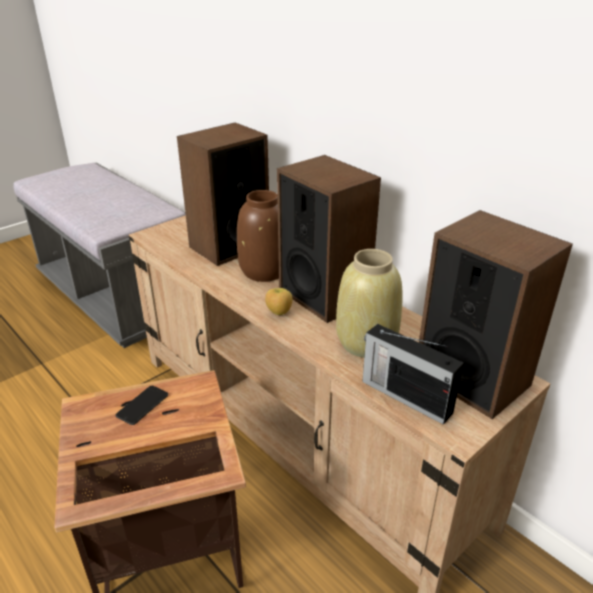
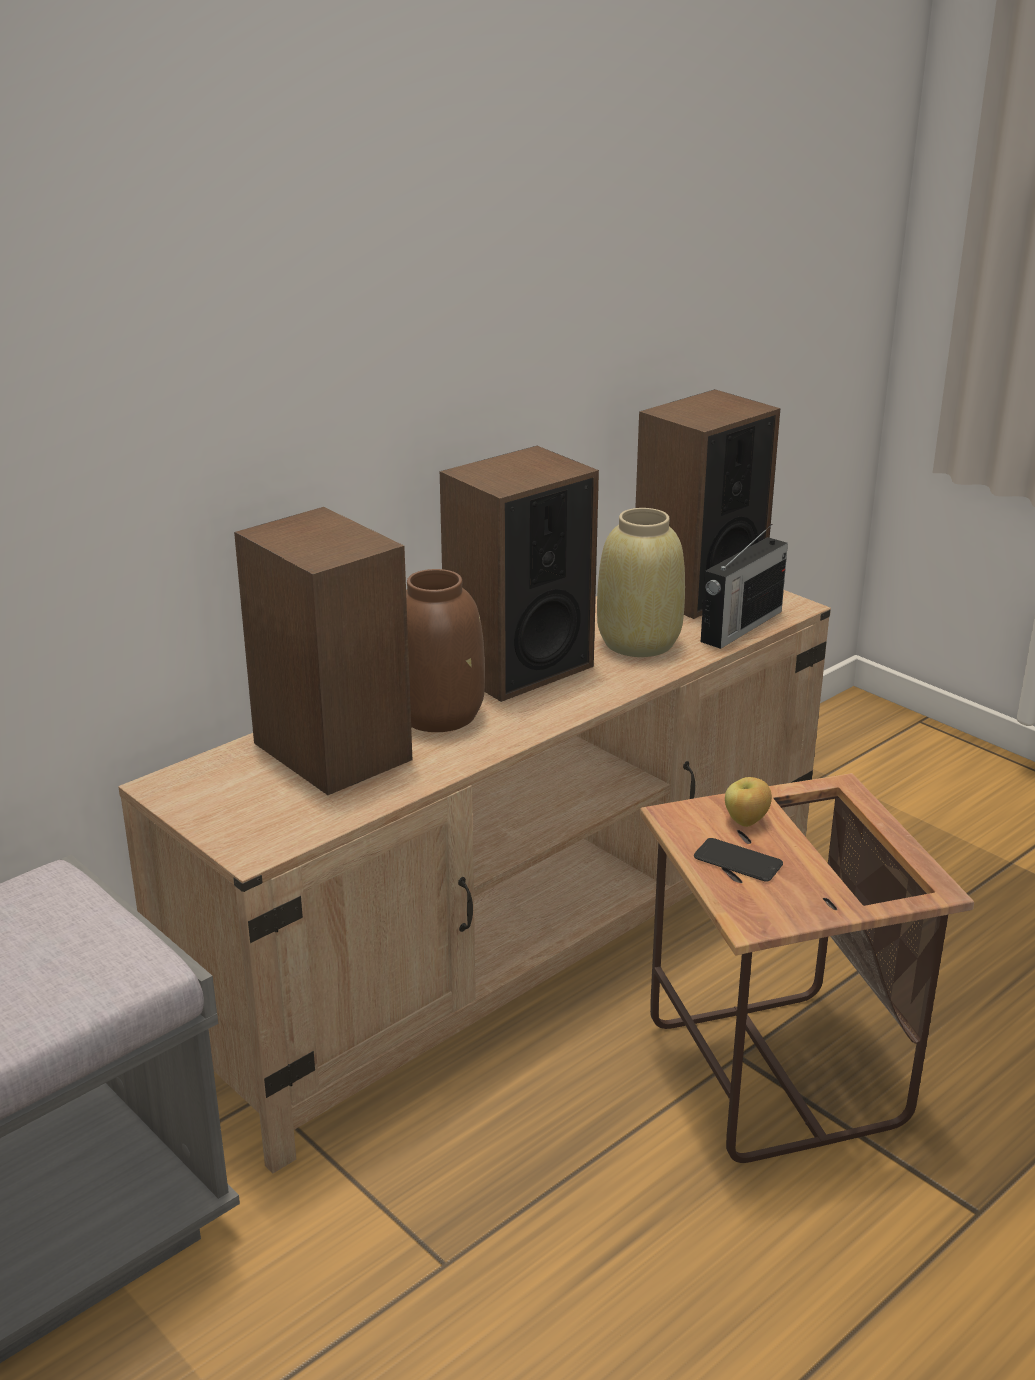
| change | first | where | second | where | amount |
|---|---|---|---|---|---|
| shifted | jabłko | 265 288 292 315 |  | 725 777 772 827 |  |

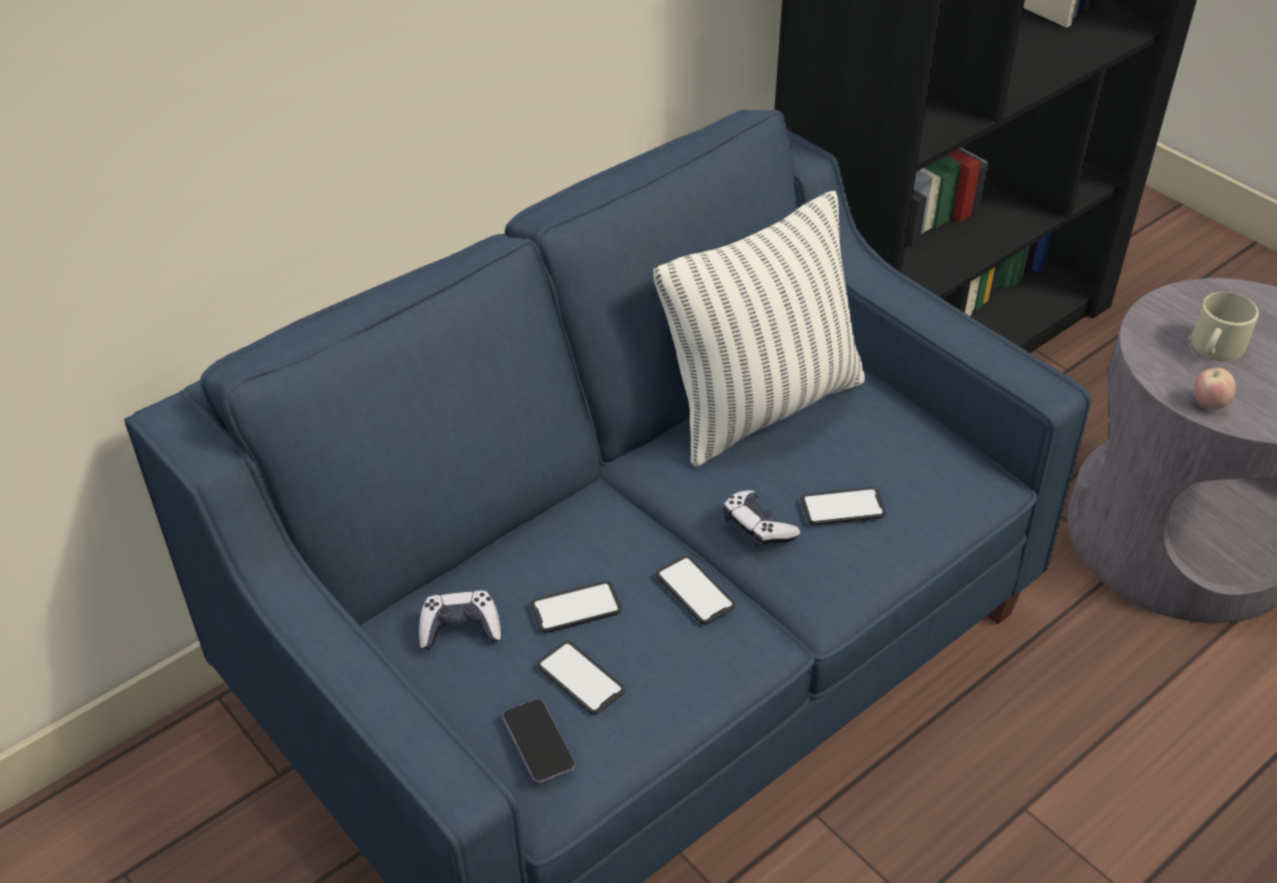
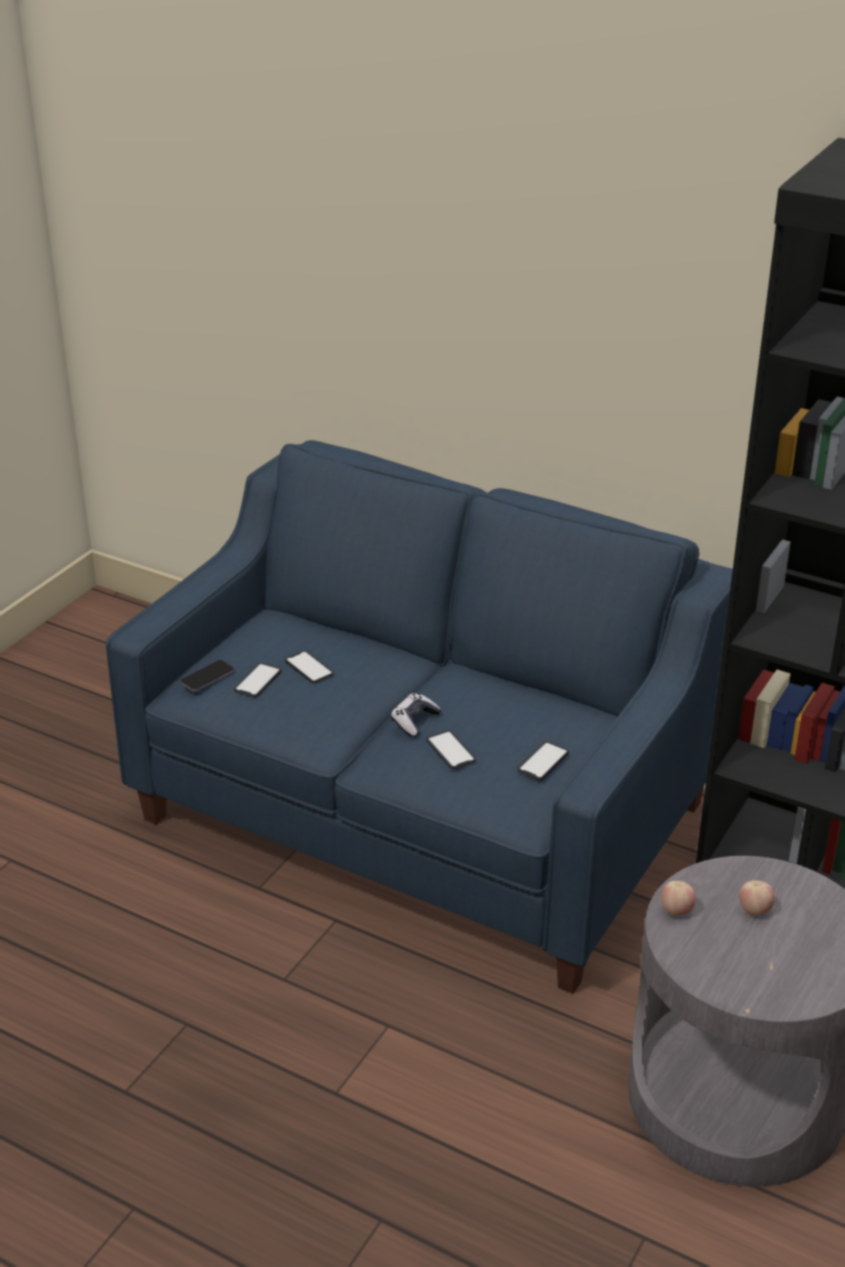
| change | first | where | second | where | amount |
|---|---|---|---|---|---|
| gone | poduszka | 653 191 866 467 |  |  |  |
| swapped | kubek/beżowy | 1191 292 1259 362 | jabłko | 739 880 775 915 |  |
| shifted | telefon | 656 556 736 624 |  | 518 741 569 780 |  |
| gone | pad do gier | 419 591 501 650 |  |  |  |

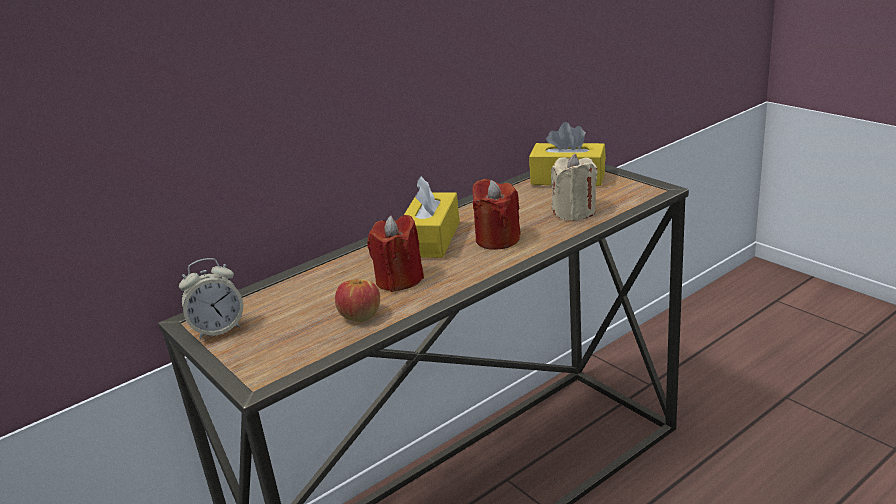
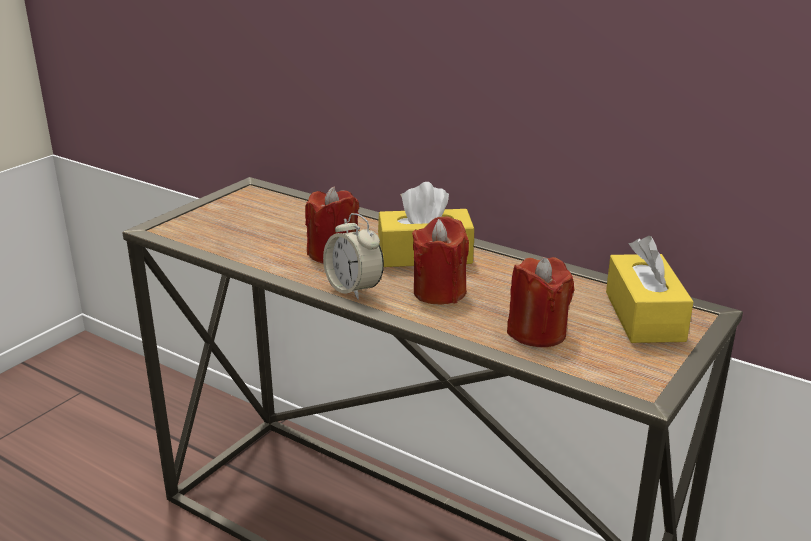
| change | first | where | second | where | amount |
|---|---|---|---|---|---|
| repainted | świeca/beżowy | 551 154 598 221 | świeca/czerwony | 507 257 574 347 |  |
| shifted | budzik | 179 258 243 339 |  | 323 213 384 300 |  |
| gone | jabłko | 335 279 380 322 |  |  |  |

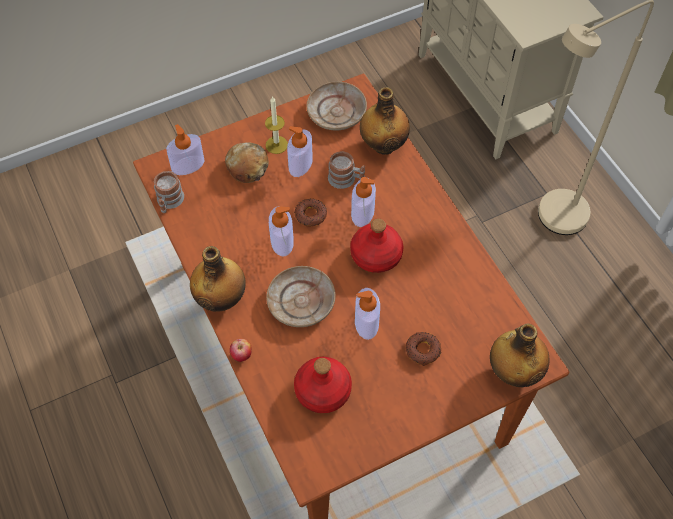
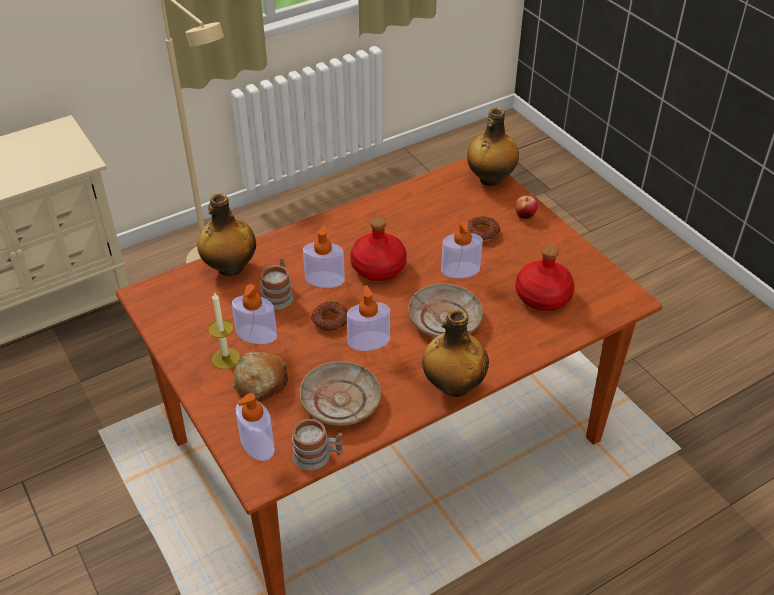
| change | first | where | second | where | amount |
|---|---|---|---|---|---|
| shifted | talerz/beżowy | 307 82 367 130 |  | 300 361 381 426 |  |
| shifted | jabłko | 230 339 251 362 |  | 515 196 538 219 |  |

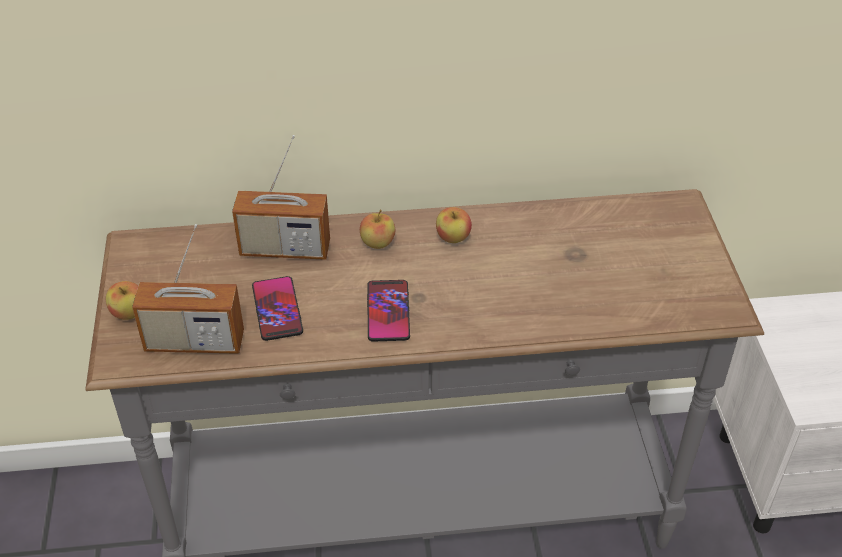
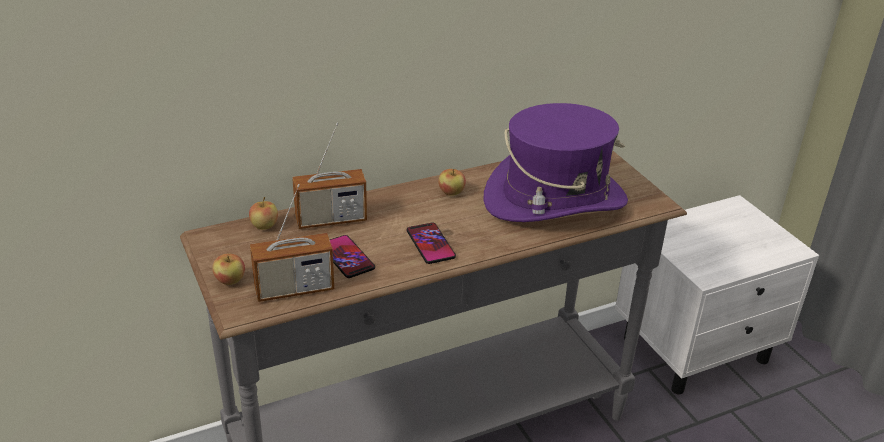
| change | first | where | second | where | amount |
|---|---|---|---|---|---|
| shifted | jabłko | 360 210 395 249 |  | 249 197 278 230 |  |
| new |  |  | kapelusz/fioletowy | 483 103 628 222 |  |

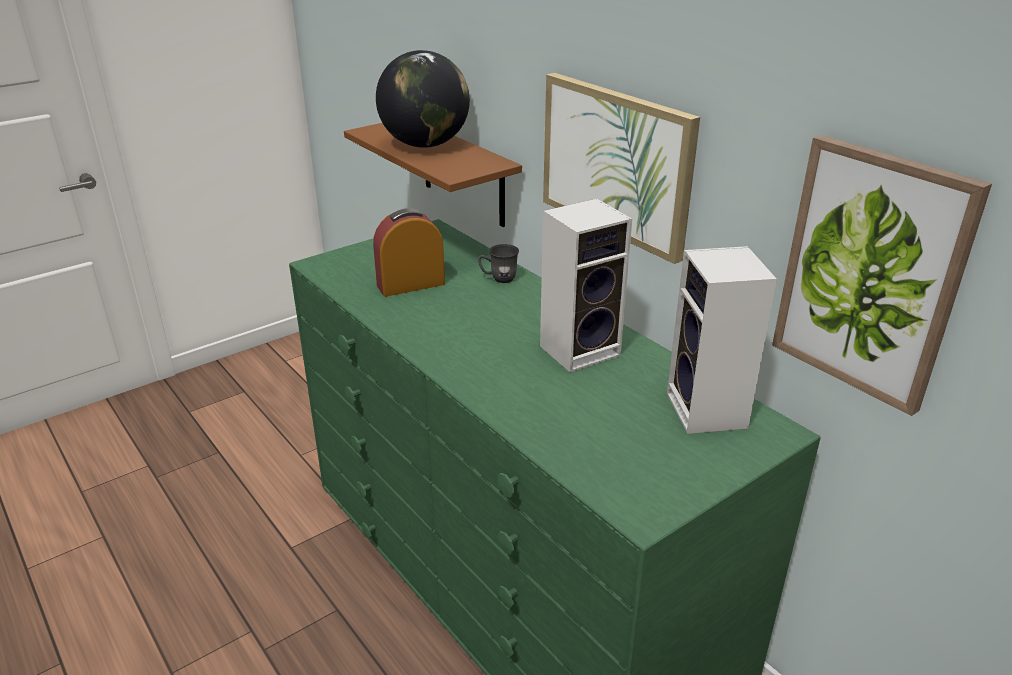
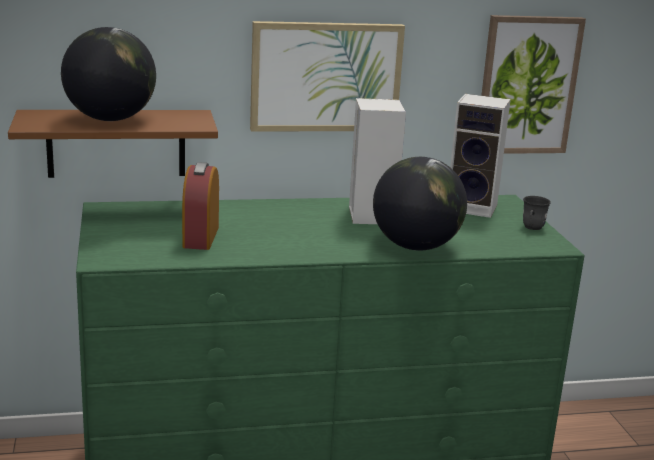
| change | first | where | second | where | amount |
|---|---|---|---|---|---|
| shifted | kubek/szary | 478 244 519 283 |  | 523 196 551 230 |  |
| new |  |  | globus | 373 157 467 250 |  |

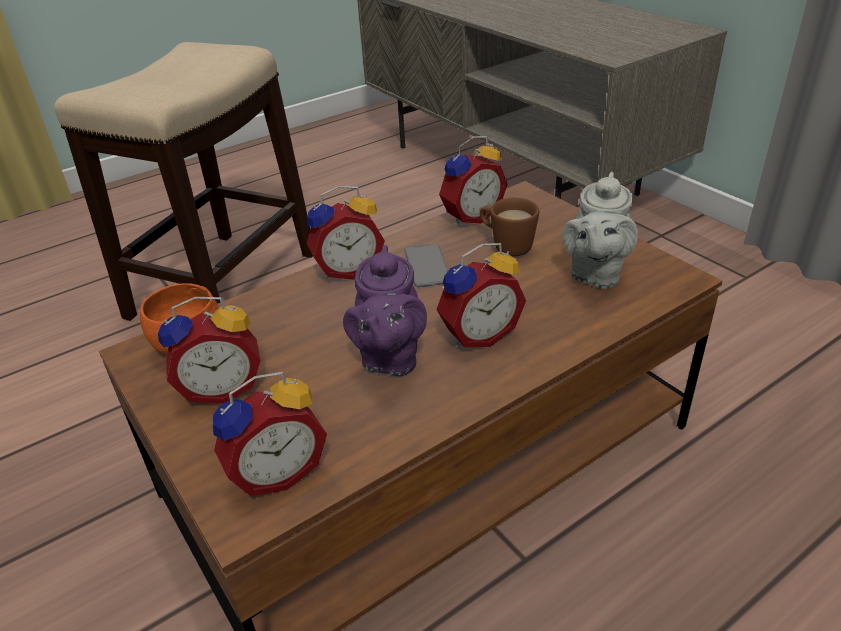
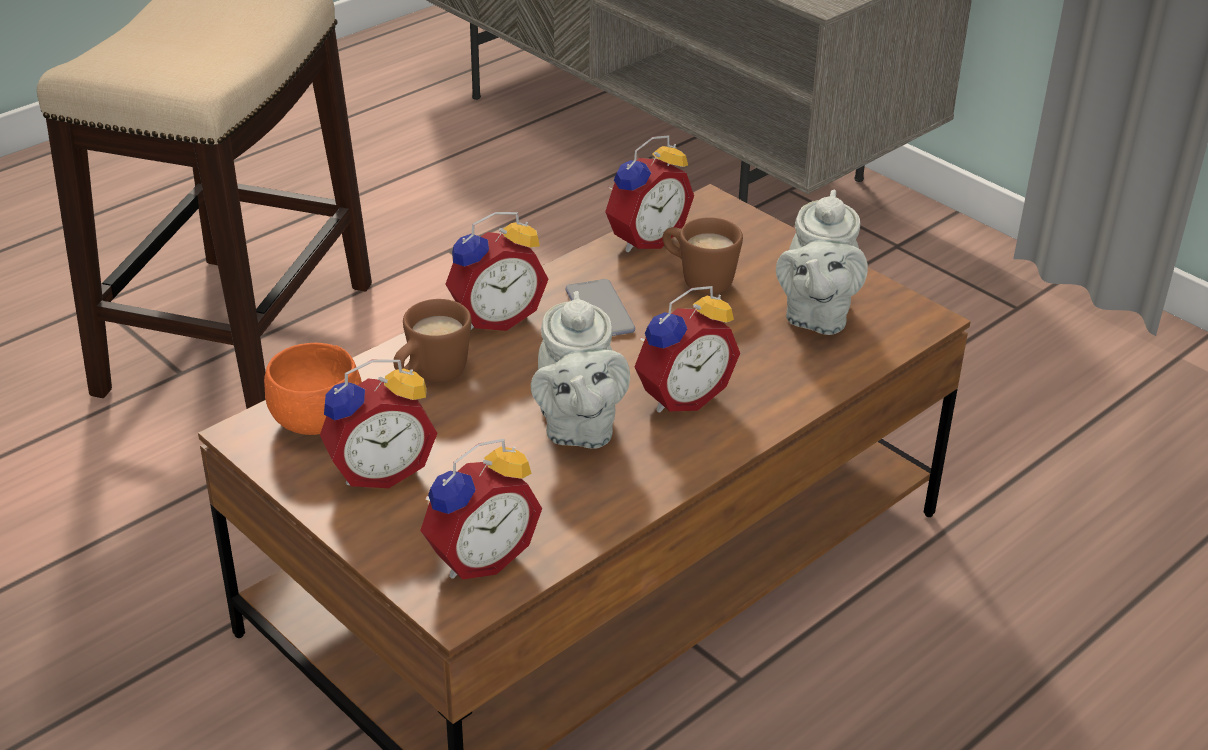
| change | first | where | second | where | amount |
|---|---|---|---|---|---|
| repainted | imbryk/fioletowy | 343 245 427 376 | imbryk/szary | 531 291 630 449 |  |
| new |  |  | kubek/brązowy | 393 299 471 382 |  |

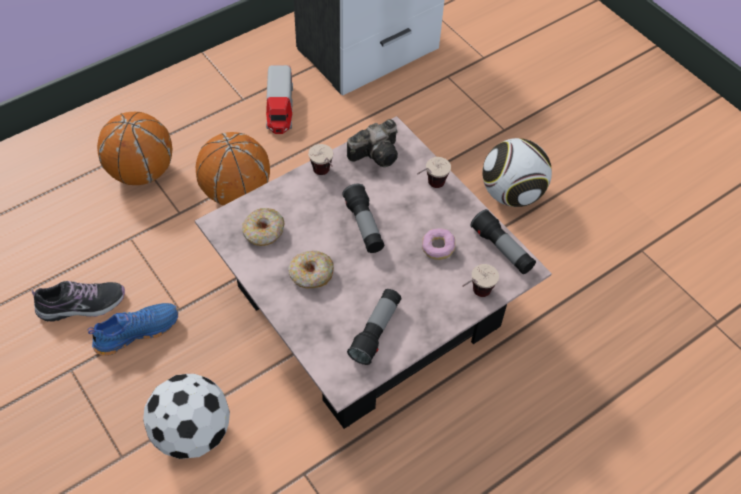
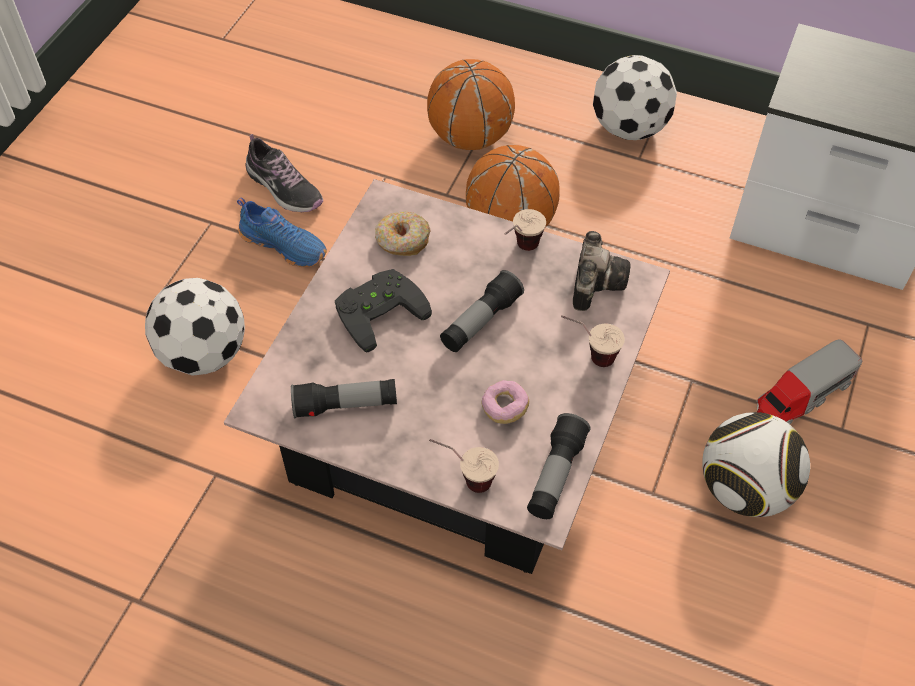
| change | first | where | second | where | amount |
|---|---|---|---|---|---|
| shifted | ciężarówka zabawkowa | 266 65 293 134 |  | 757 339 862 424 |  |
| rotated | aparat fotograficzny | 347 119 398 167 |  | 573 231 631 311 | 105 degrees counterclockwise |
| swapped | donut | 288 251 334 288 | pad do gier/czarny | 335 269 432 352 |  |
| new |  |  | piłka futbolowa | 593 55 677 140 |  |

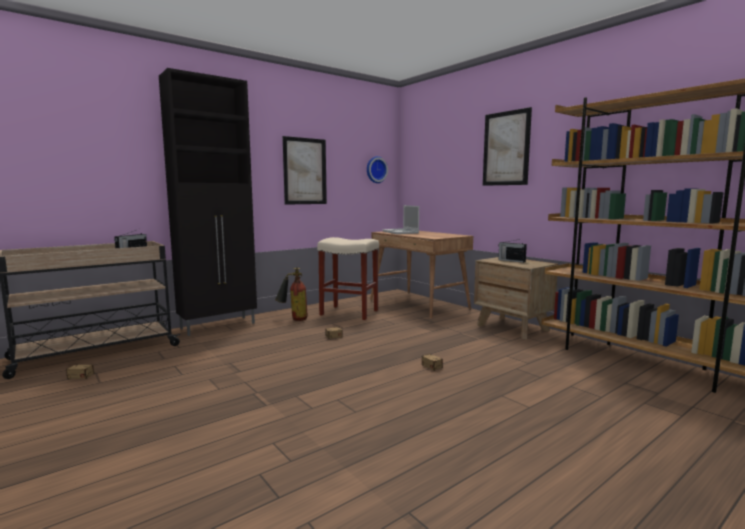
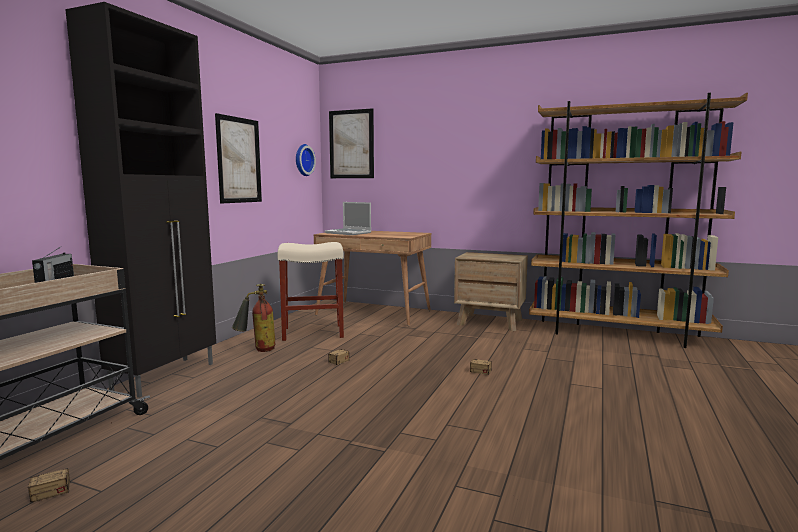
| change | first | where | second | where | amount |
|---|---|---|---|---|---|
| shifted | obraz | 483 107 532 186 |  | 329 108 374 178 |  |
| gone | radio | 498 239 527 263 |  |  |  |

